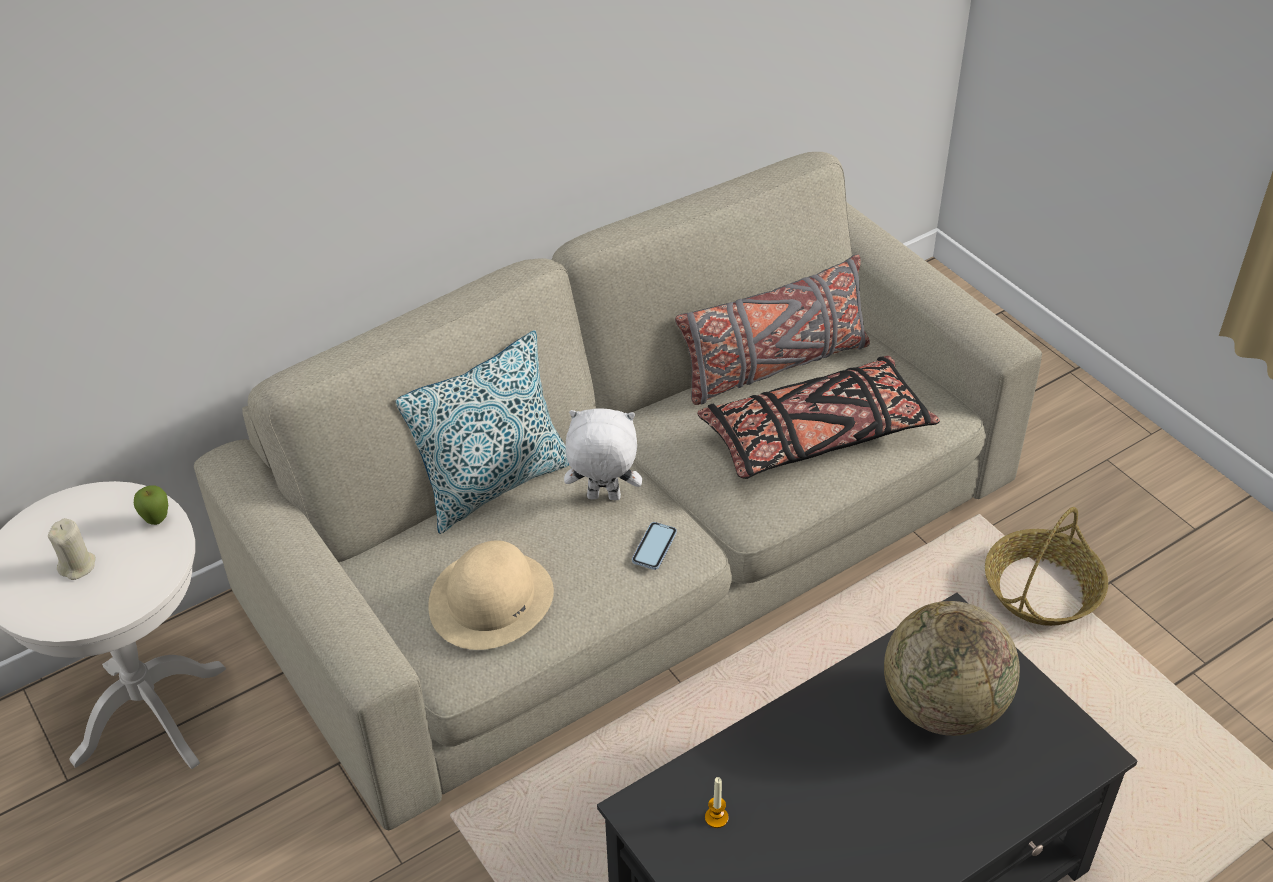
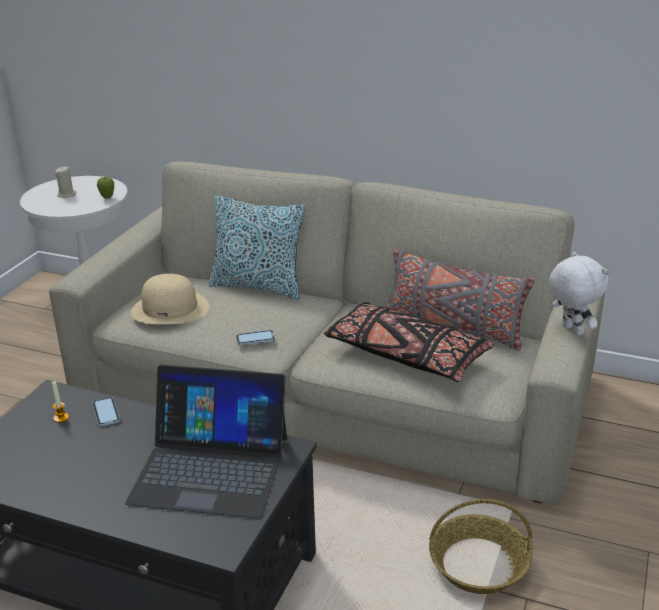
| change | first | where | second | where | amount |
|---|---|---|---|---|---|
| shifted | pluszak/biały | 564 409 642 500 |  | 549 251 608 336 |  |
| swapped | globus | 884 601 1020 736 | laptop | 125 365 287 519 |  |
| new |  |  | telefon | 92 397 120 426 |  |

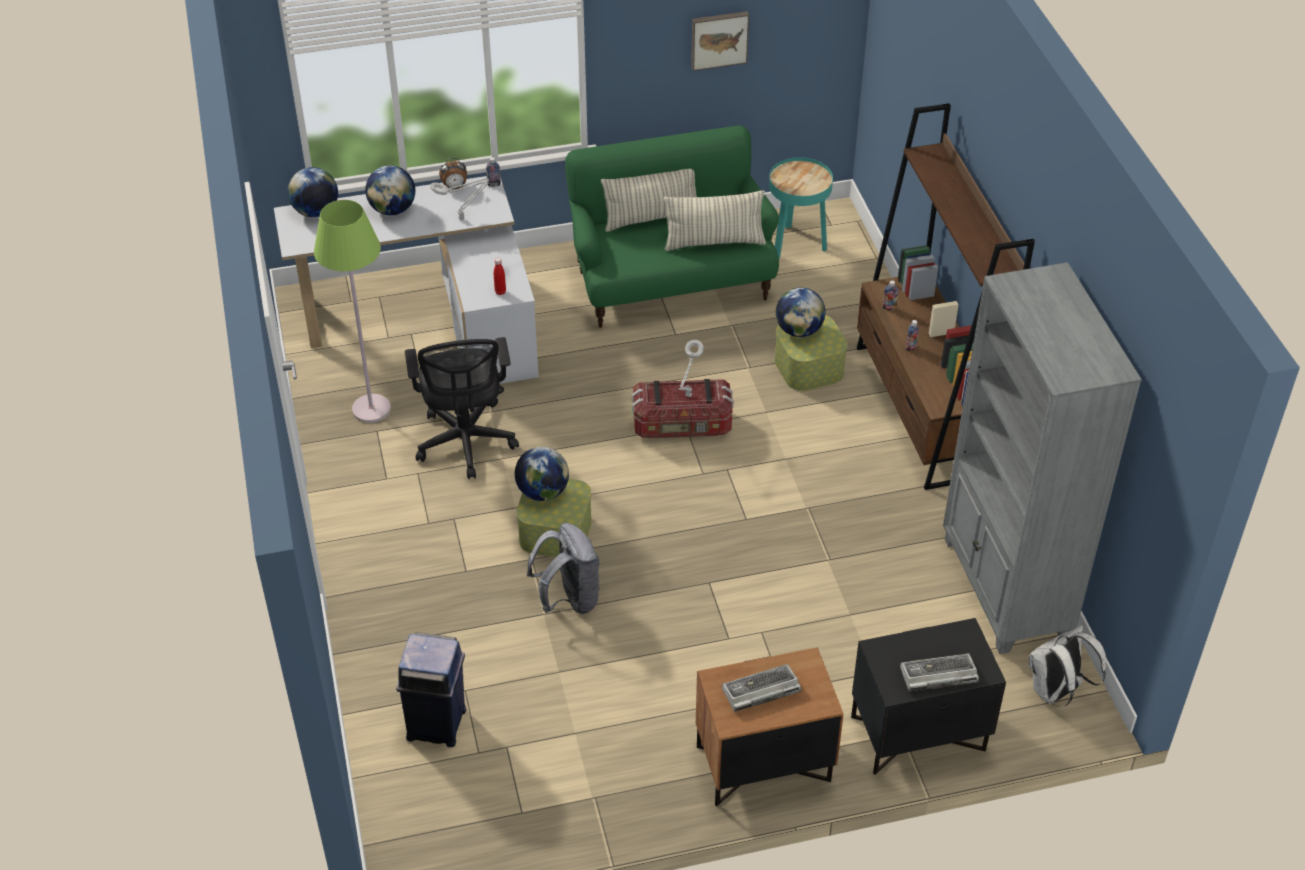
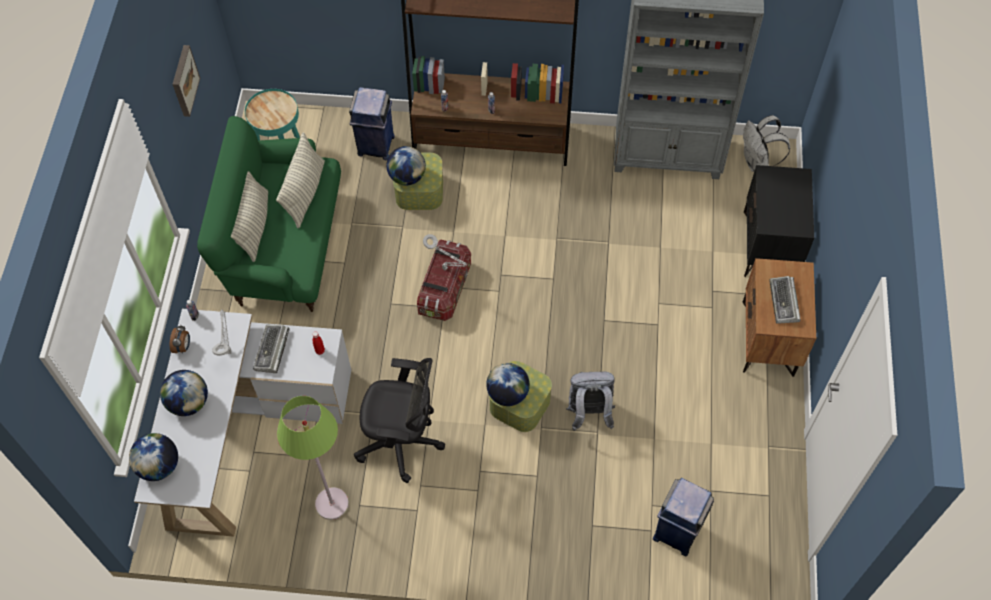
| change | first | where | second | where | amount |
|---|---|---|---|---|---|
| shifted | klawiatura | 900 653 979 692 |  | 253 325 290 373 |  |
| new |  |  | kosz na śmieci/niebieski | 349 87 395 160 |  |

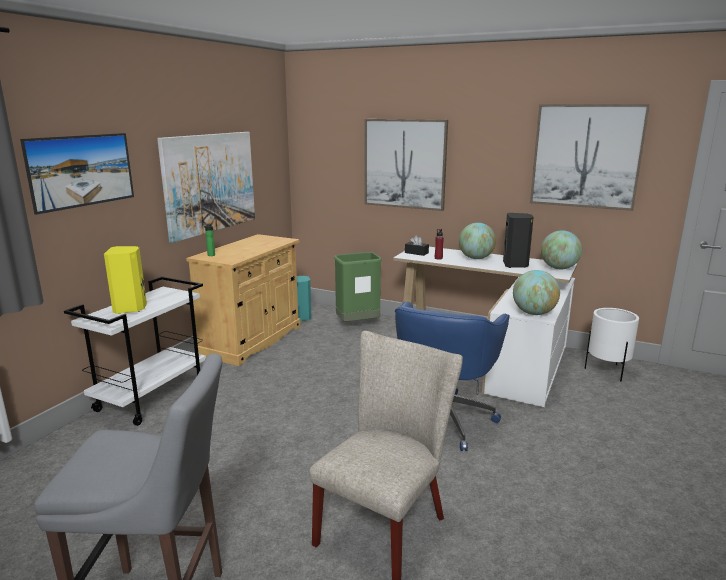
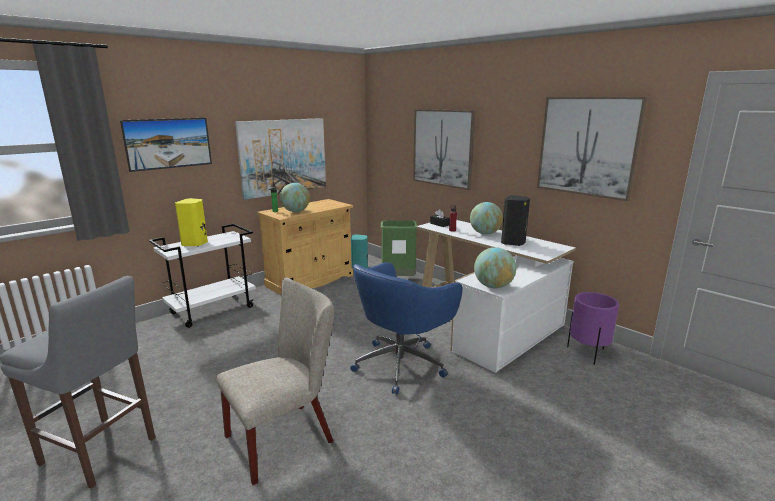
| change | first | where | second | where | amount |
|---|---|---|---|---|---|
| shifted | globus | 541 230 582 269 |  | 280 183 310 212 |  |
| repainted | donica/biały | 585 308 639 381 | donica/fioletowy | 567 292 619 365 |  |

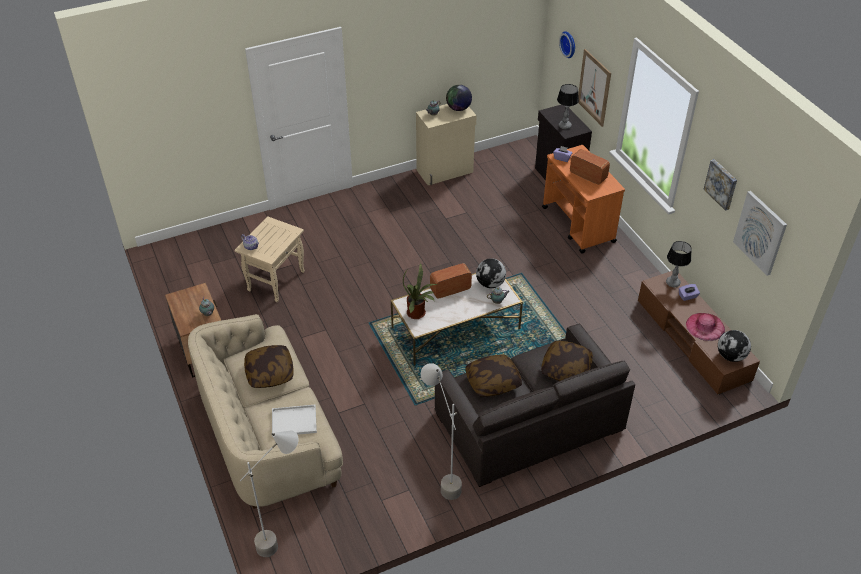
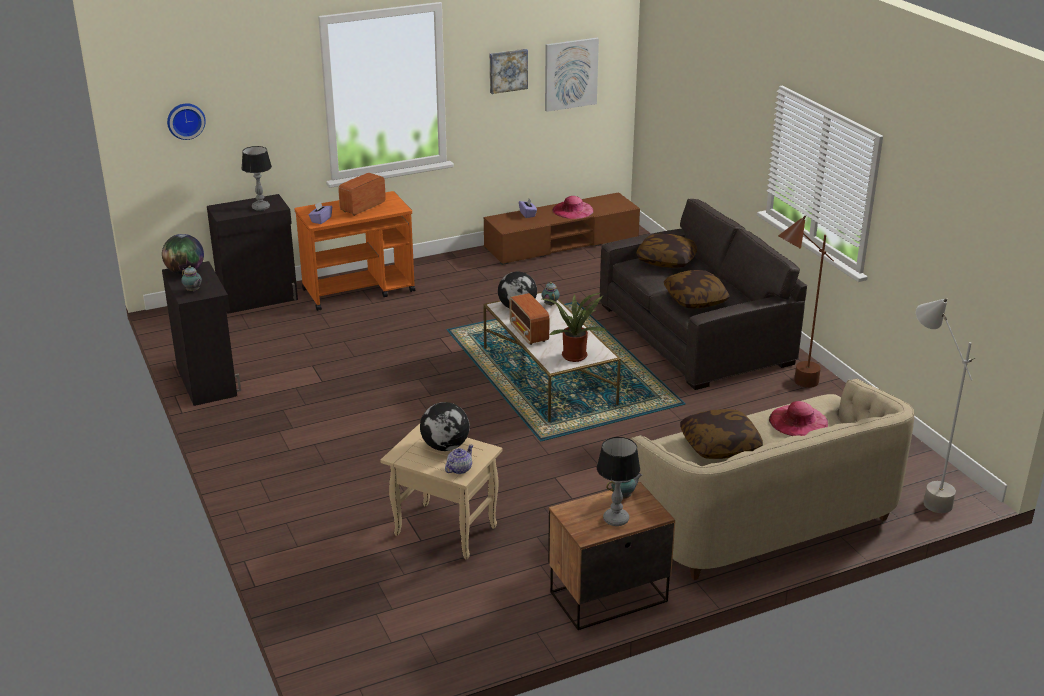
| change | first | where | second | where | amount |
|---|---|---|---|---|---|
| gone | obraz | 578 49 611 127 |  |  |  |
| repainted | szafka/beżowy | 416 104 477 185 | szafka/czarny | 162 261 241 406 |  |
| shifted | lampa stołowa | 666 241 692 287 |  | 597 437 640 526 |  |
| shifted | globus | 718 330 751 362 |  | 420 402 470 451 |  |
| repainted | lampa stojąca/szary | 421 363 462 500 | lampa stojąca/brązowy | 778 216 834 388 |  |
| swapped | taca/biały | 272 405 317 437 | kapelusz/różowy | 769 401 828 436 |  |

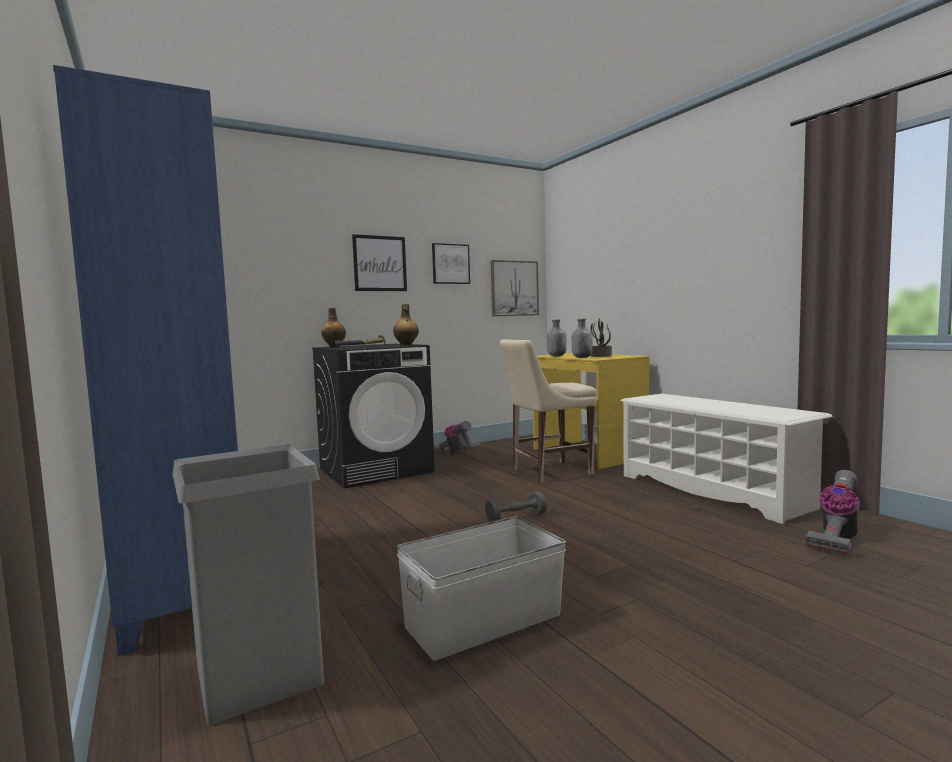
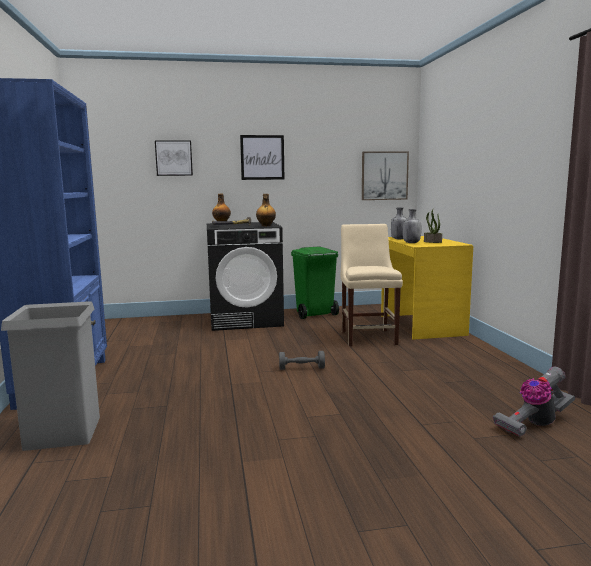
| change | first | where | second | where | amount |
|---|---|---|---|---|---|
| shifted | obraz | 432 243 470 284 |  | 155 140 193 176 |  |
| rotated | krzesło/beżowy | 500 339 597 483 |  | 341 224 403 346 | 90 degrees clockwise |
| gone | regał na buty/biały | 620 394 833 524 |  |  |  |
| swapped | odkurzacz | 434 421 480 456 | kosz na śmieci/zielony | 291 246 339 319 |  |
| gone | pojemnik do przechowywania/biały | 397 517 566 661 |  |  |  |

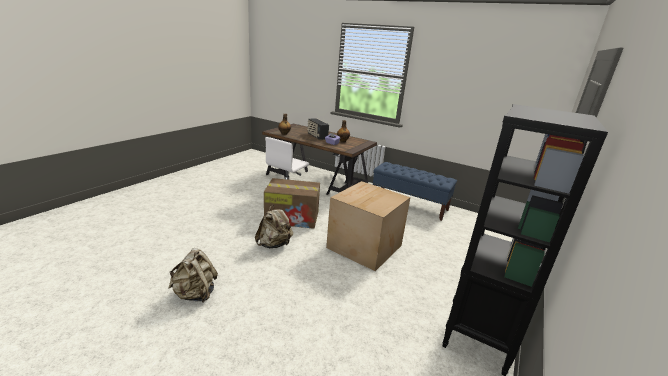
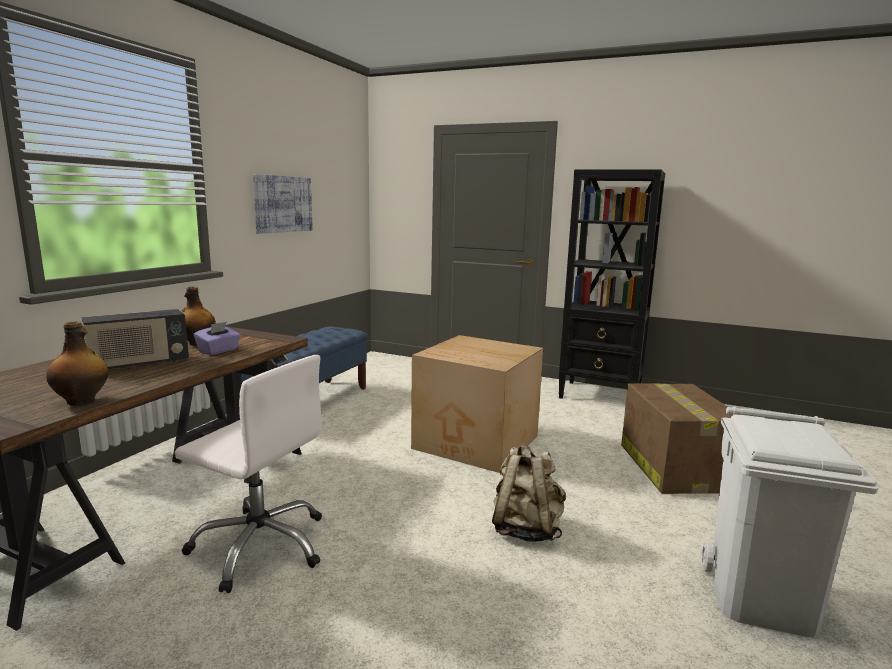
| change | first | where | second | where | amount |
|---|---|---|---|---|---|
| shifted | karton | 264 178 320 229 |  | 621 383 732 494 |  |
| swapped | plecak/beżowy | 168 248 218 303 | kosz na śmieci/biały | 702 407 878 637 |  |
| new |  |  | obraz | 253 174 313 234 |  |

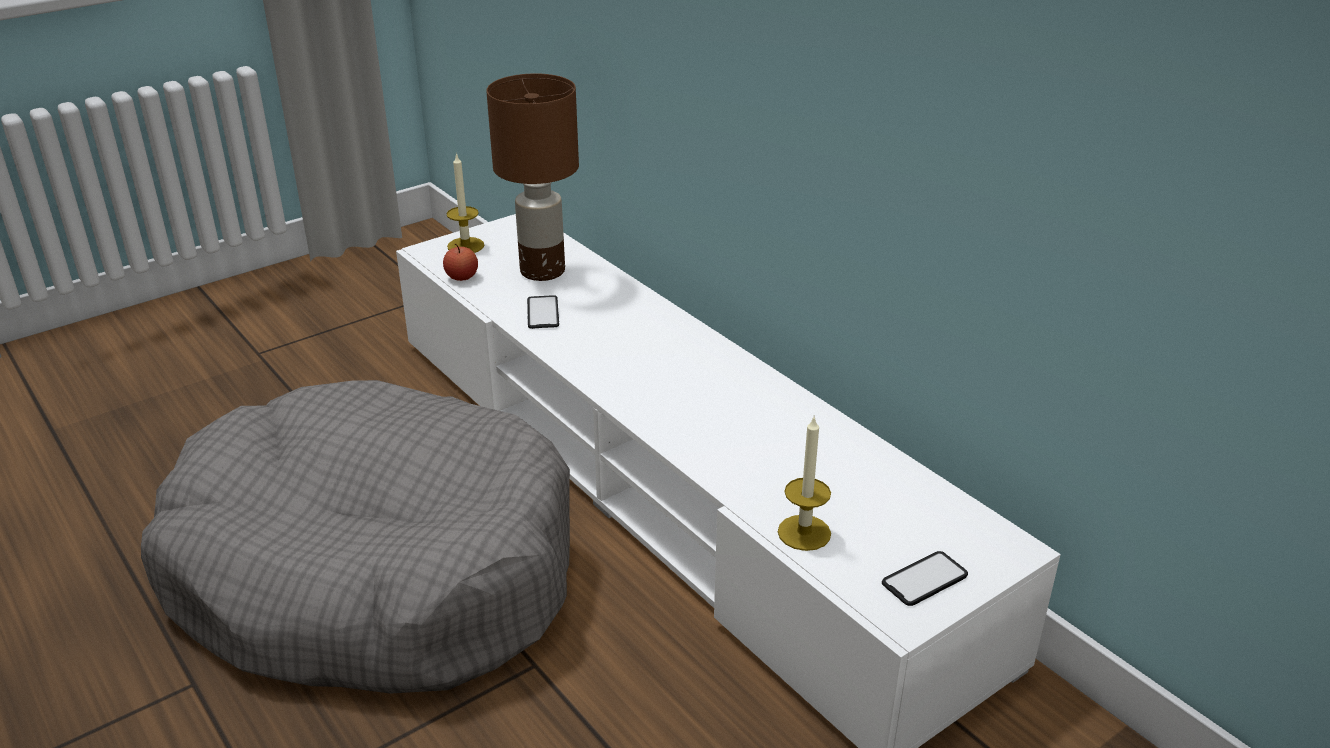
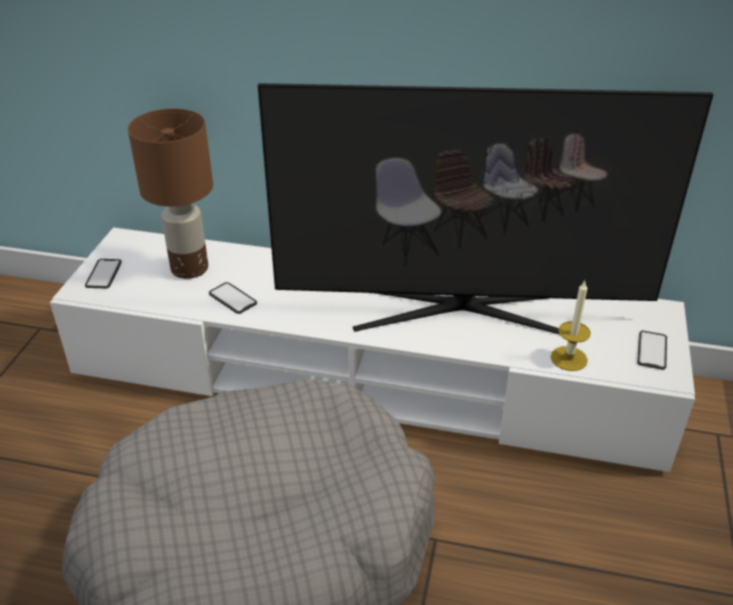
| change | first | where | second | where | amount |
|---|---|---|---|---|---|
| swapped | świeca | 447 153 484 253 | telefon | 85 259 121 289 |  |
| gone | jabłko | 443 244 478 281 |  |  |  |
| new |  |  | telewizor | 258 83 714 334 |  |

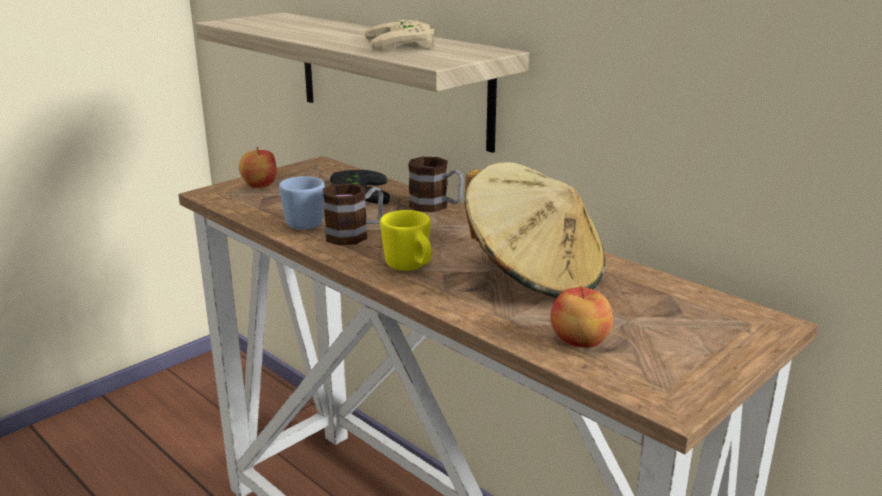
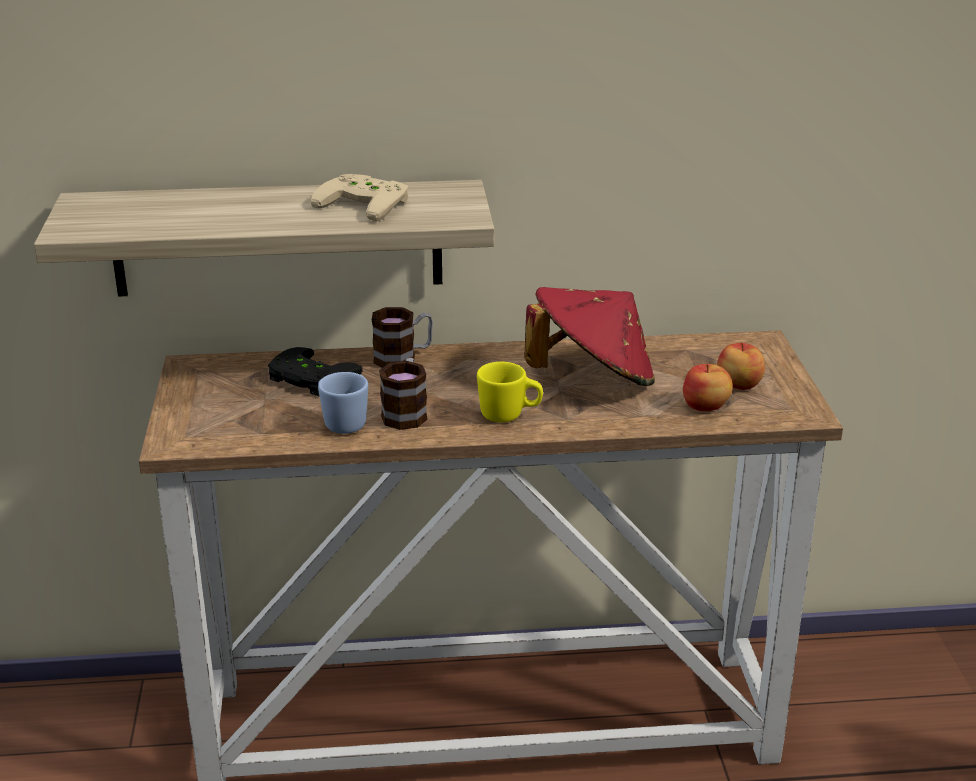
| change | first | where | second | where | amount |
|---|---|---|---|---|---|
| shifted | jabłko | 239 147 277 188 |  | 717 342 765 390 |  |
| repainted | kapelusz/beżowy | 465 162 605 298 | kapelusz/czerwony | 524 287 655 386 |  |

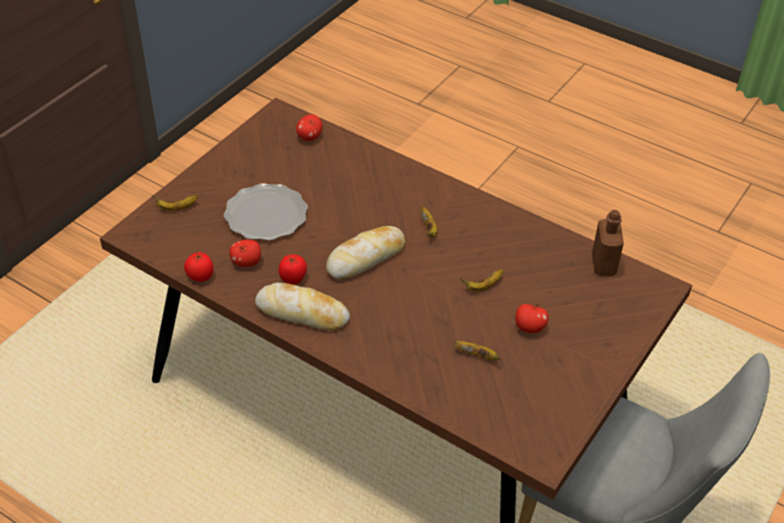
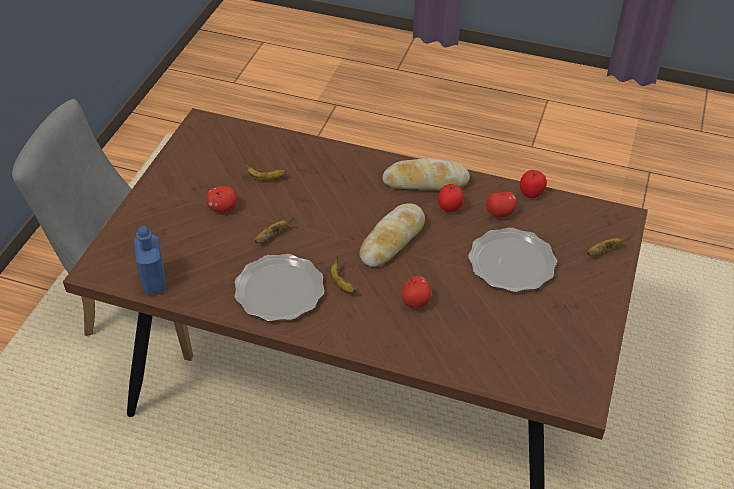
| change | first | where | second | where | amount |
|---|---|---|---|---|---|
| shifted | jabłko | 296 114 323 141 |  | 402 276 431 308 |  |
| repainted | butelka/brązowy | 592 210 624 276 | butelka/niebieski | 134 226 166 294 |  |
| new |  |  | talerz | 234 254 325 322 |  |

